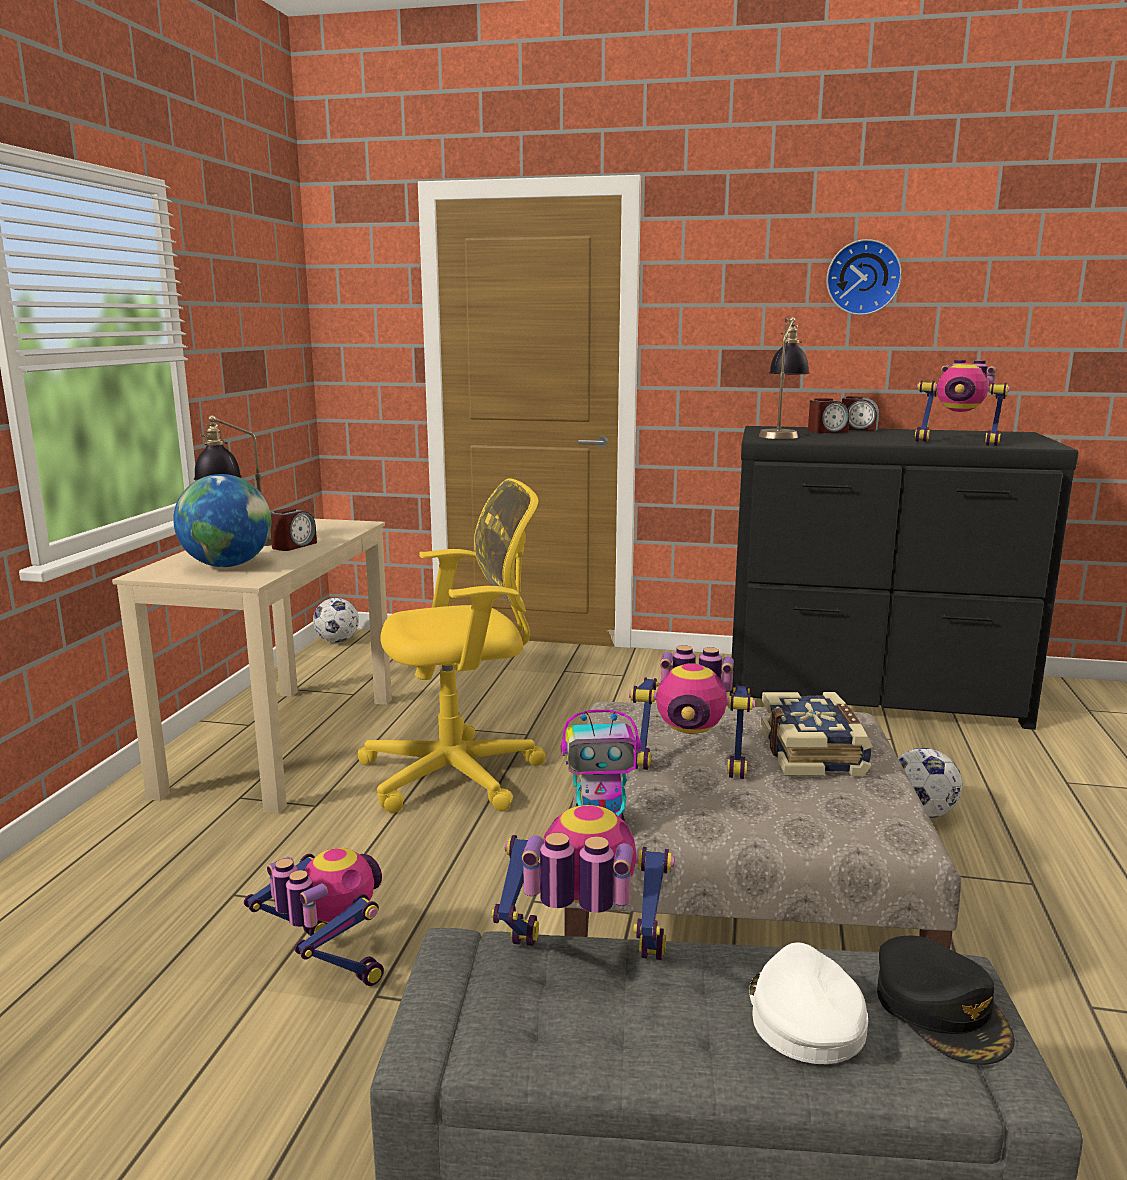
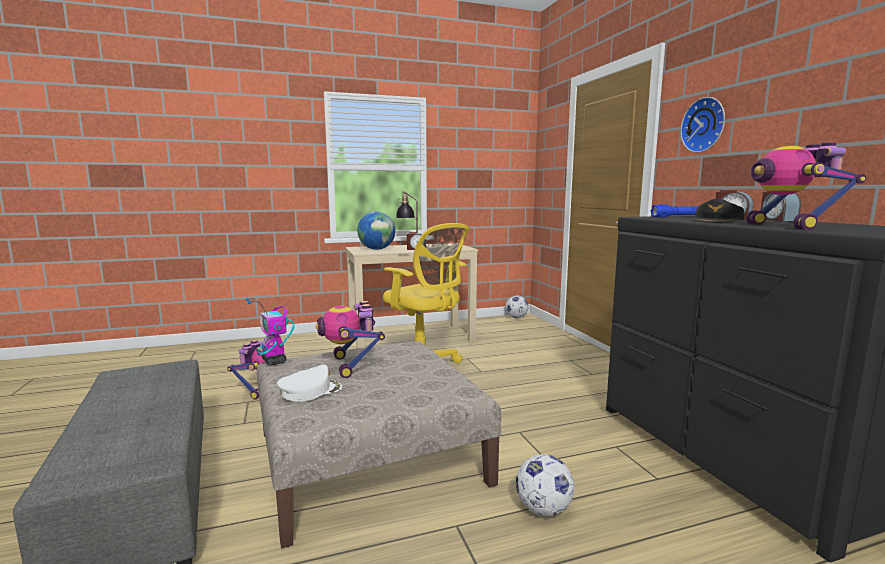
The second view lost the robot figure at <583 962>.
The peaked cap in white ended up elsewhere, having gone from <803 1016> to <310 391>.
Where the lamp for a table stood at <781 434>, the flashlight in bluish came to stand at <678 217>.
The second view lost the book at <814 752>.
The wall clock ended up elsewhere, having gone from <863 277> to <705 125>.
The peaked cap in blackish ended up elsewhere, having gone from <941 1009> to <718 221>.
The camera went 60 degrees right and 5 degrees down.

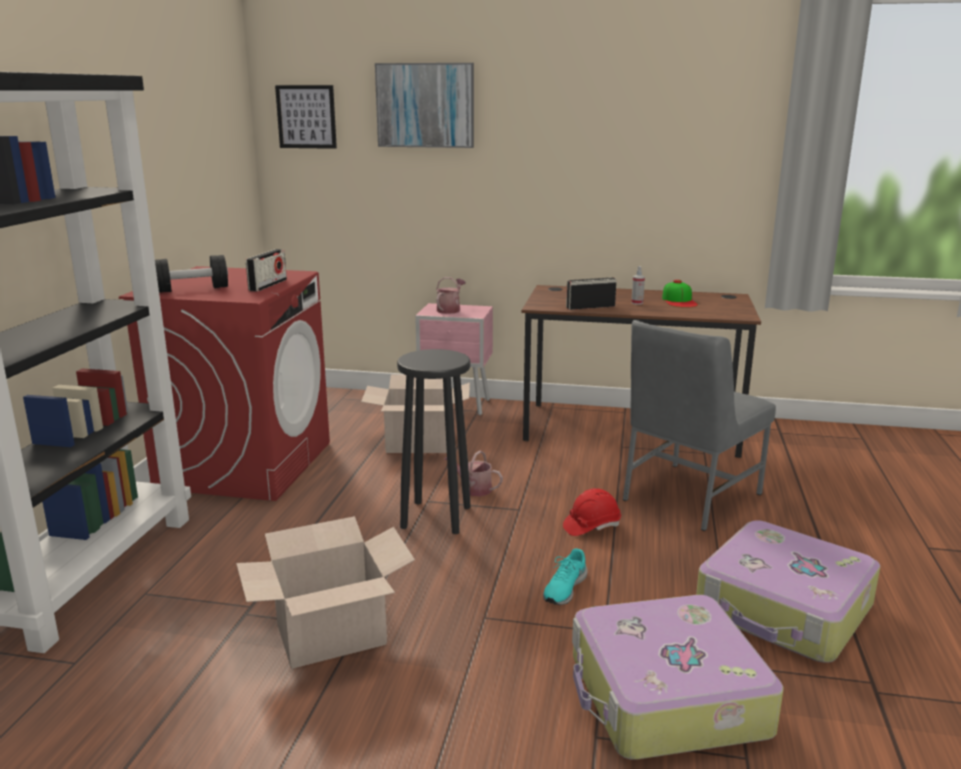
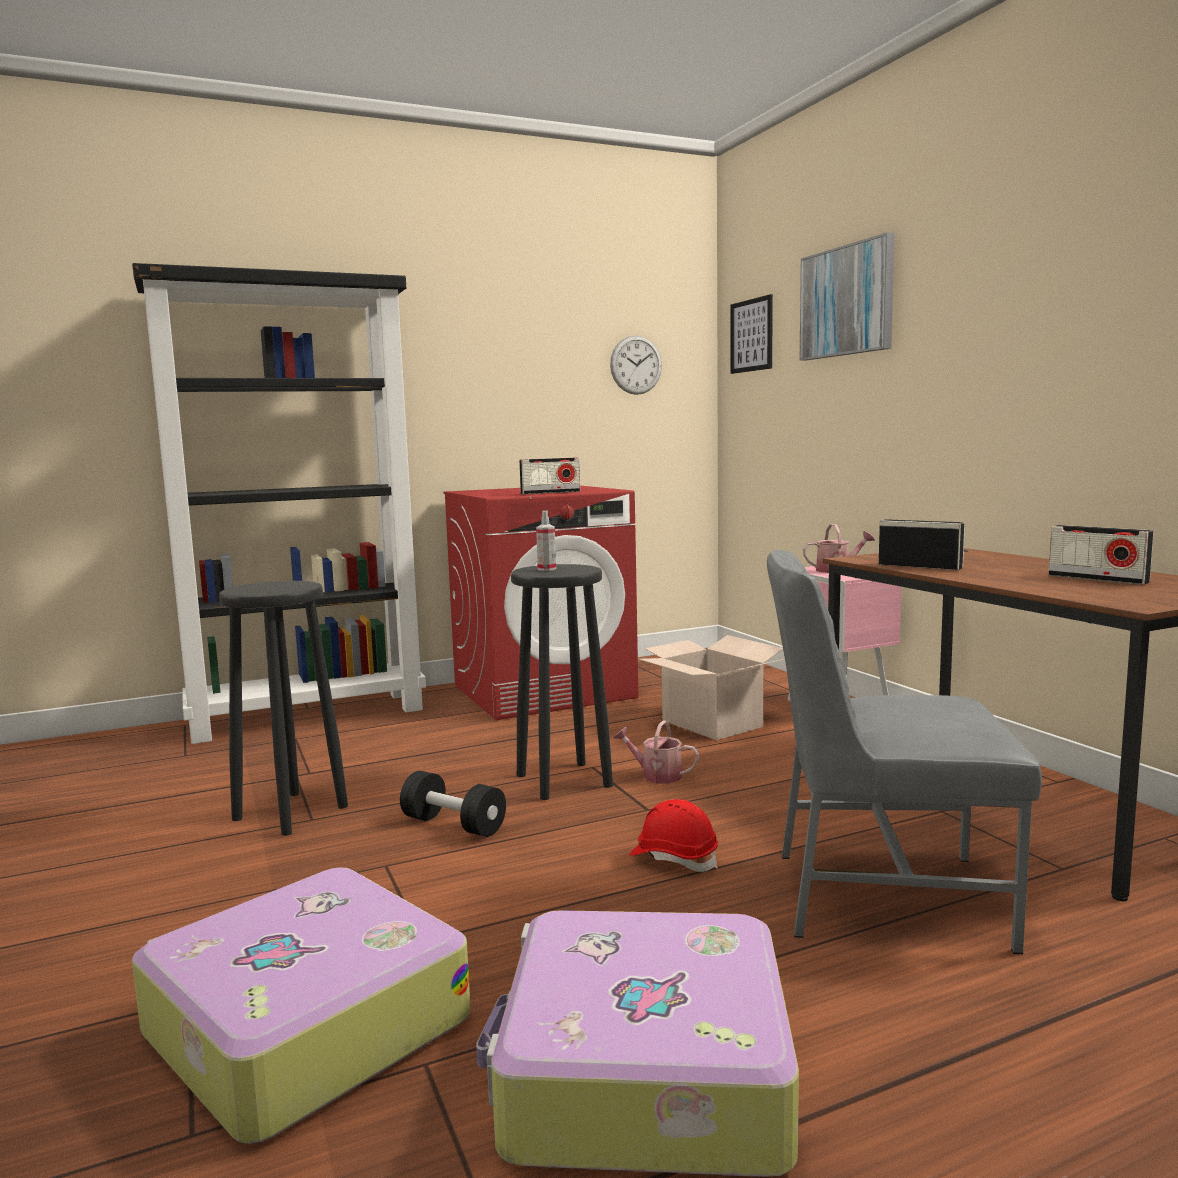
The dumbbell in blackish ended up elsewhere, having gone from <192 289> to <453 825>.
Where the cardboard box stood at <331 634>, the stool seat in blackish came to stand at <291 813>.
The watering pot at <473 488> ended up facing another way, 60 degrees counterclockwise from before.
The second view lost the low shoe in blue-green at <564 588>.
The sprayer ended up elsewhere, having gone from <637 303> to <547 569>.
Where the peaked cap stood at <679 301>, the radio came to stand at <1097 579>.
The second view gained the wall clock at <636 365>.
The camera went 55 degrees right and 10 degrees down.

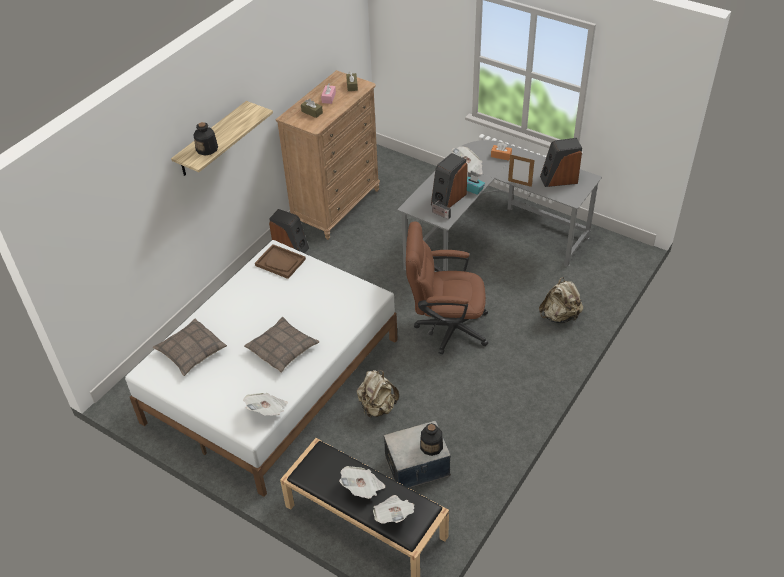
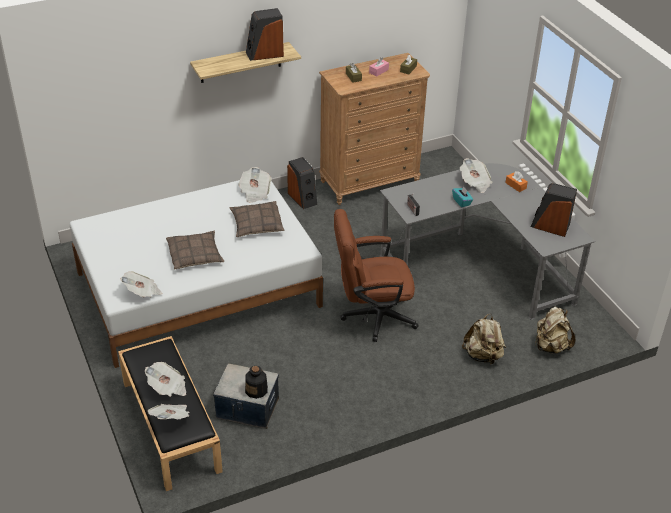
The throw pillow ended up elsewhere, having gone from <191 351> to <256 224>.
The second view lost the drink bottle at <207 149>.
Where the serving tray in brownish stood at <280 262>, the daily paper came to stand at <255 193>.
The rucksack in beige-coloured ended up elsewhere, having gone from <377 407> to <551 346>.
The desk chair in brownish at <445 327> ended up facing another way, 45 degrees counterclockwise from before.
The audio speaker ended up elsewhere, having gone from <448 198> to <264 54>.
The second view lost the standing frame at <519 183>.
The camera went 30 degrees right and 5 degrees down.

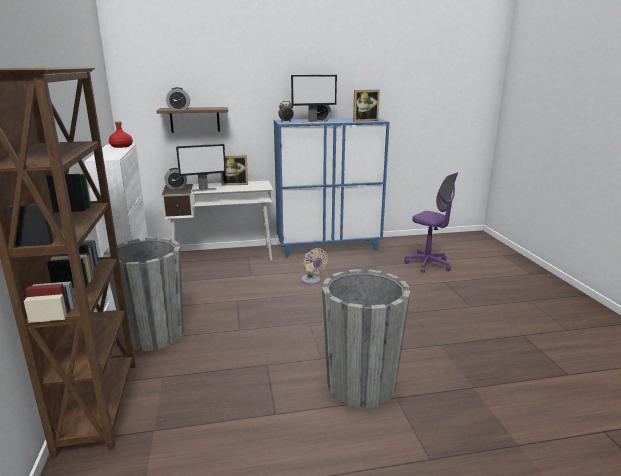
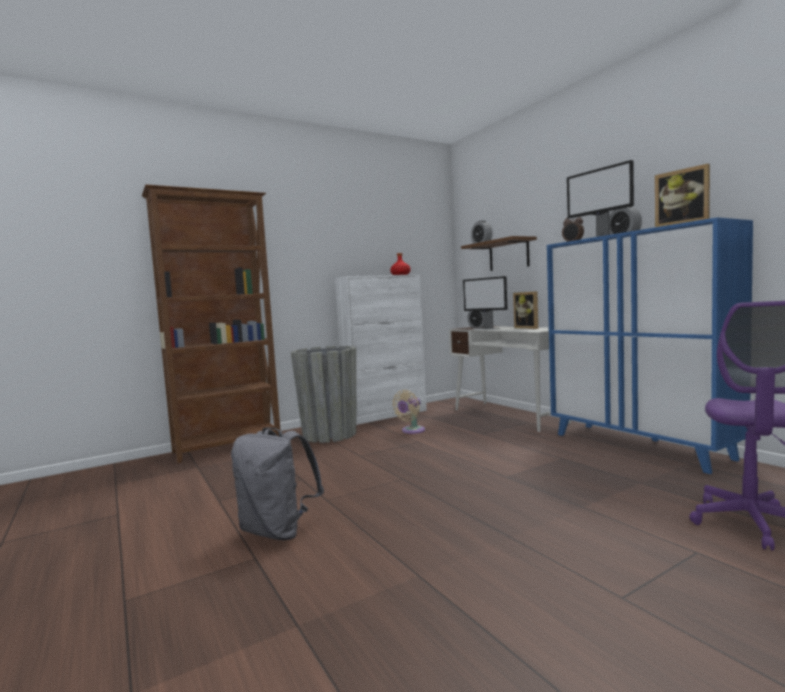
The electric fan in beige-coloured ended up elsewhere, having gone from <312 281> to <411 431>.
Where the flower pot in grey stood at <361 385>, the rucksack in grey came to stand at <278 531>.
The camera went 70 degrees right and 15 degrees down.

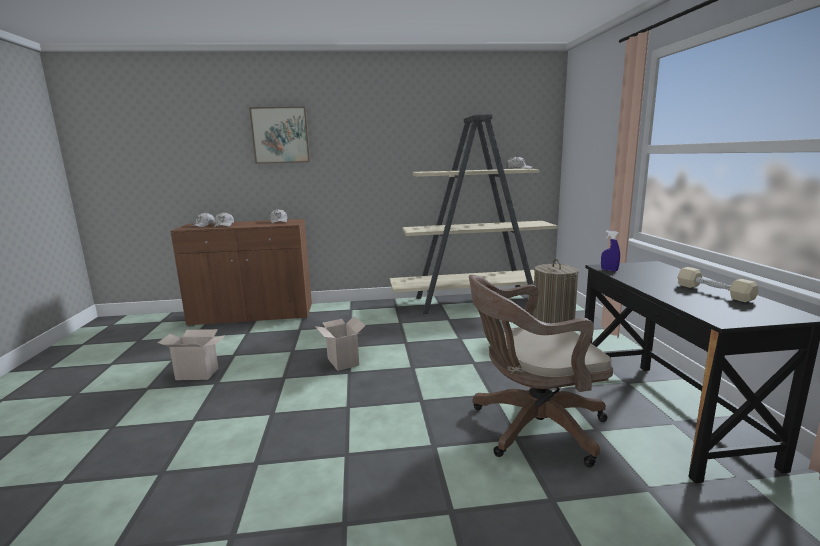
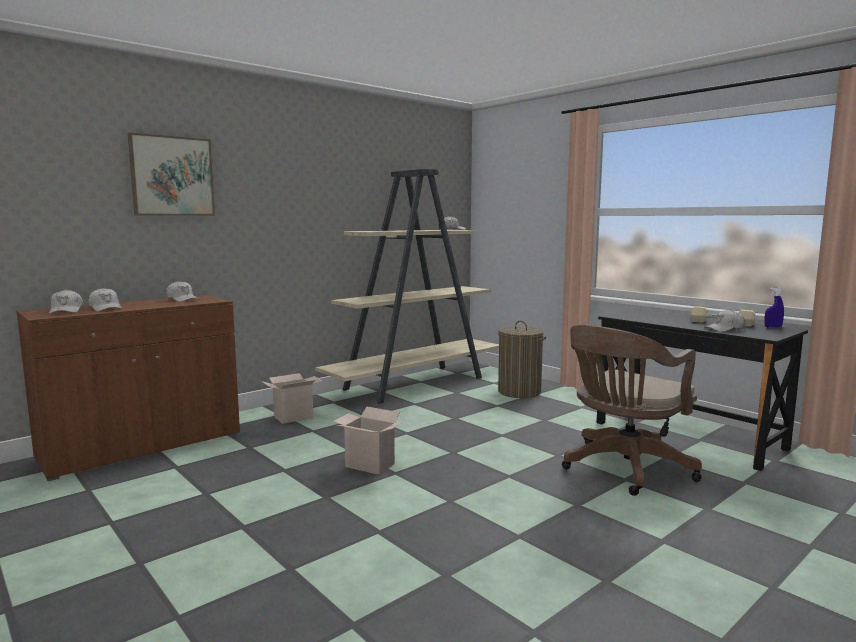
The cardboard box ended up elsewhere, having gone from <199 373> to <294 417>.
The sprayer in bluish ended up elsewhere, having gone from <609 270> to <773 327>.
The second view gained the peaked cap in white at <725 329>.
The camera went 35 degrees left and 5 degrees down.

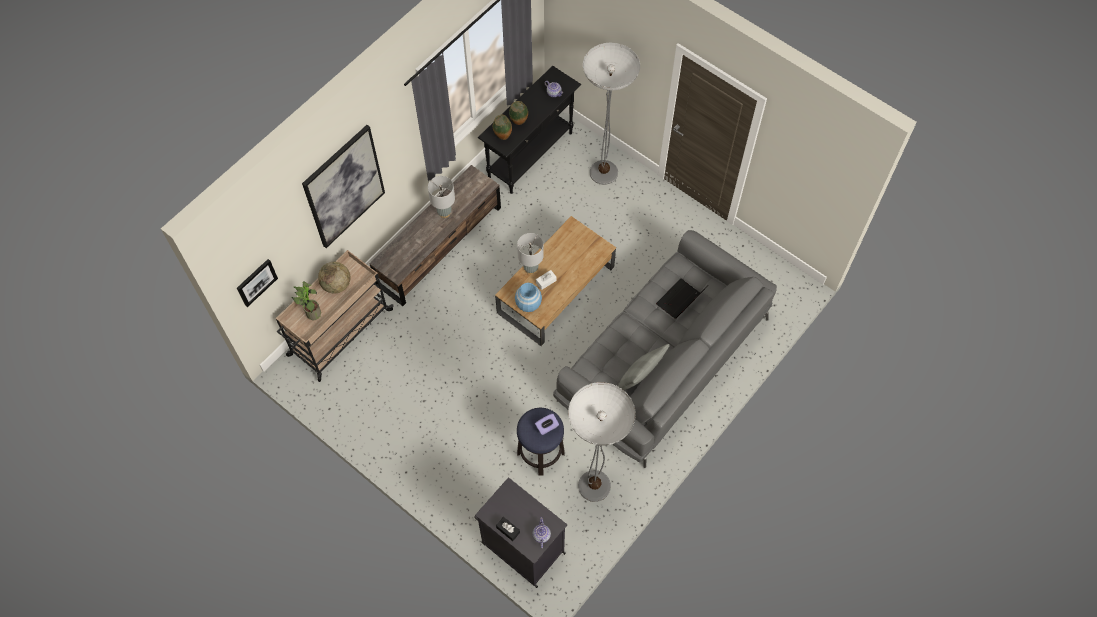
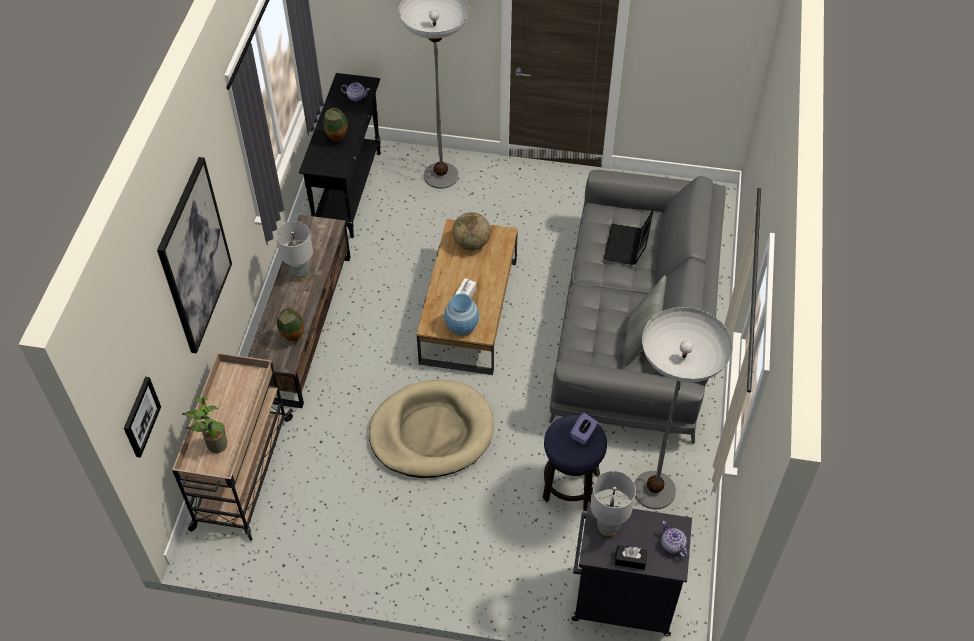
The world globe ended up elsewhere, having gone from <337 285> to <471 243>.
The decorative vase ended up elsewhere, having gone from <502 138> to <293 339>.
The lamp for a table in grey ended up elsewhere, having gone from <531 269> to <608 527>.
The second view gained the dog cushion in beige-coloured at <431 432>.
The camera went 30 degrees left and 10 degrees down.

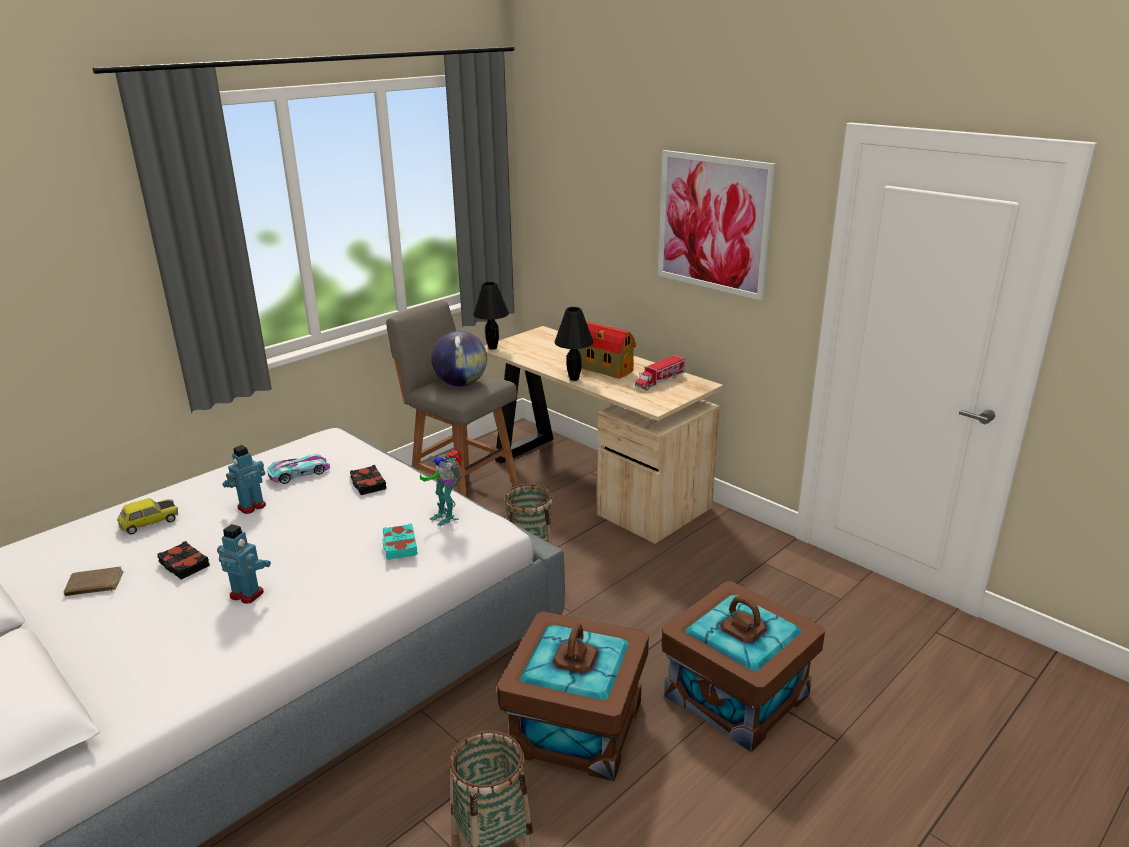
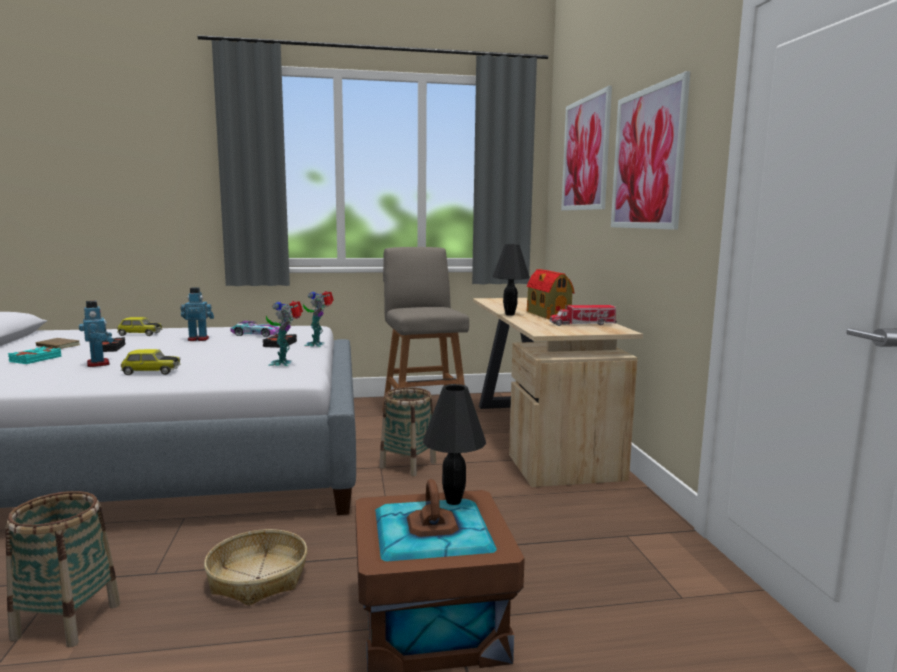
The book in blue-green ended up elsewhere, having gone from <399 546> to <35 359>.
The second view lost the world globe at <461 384>.
The lamp for a table in blackish ended up elsewhere, having gone from <492 348> to <453 501>.
Where the storage box in brownish stood at <577 727>, the basket came to stand at <258 578>.
The second view gained the model car at <151 372>.
The second view gained the robot figure at <317 344>.
The second view gained the wall picture at <585 154>.
The camera went 35 degrees right and 15 degrees down.

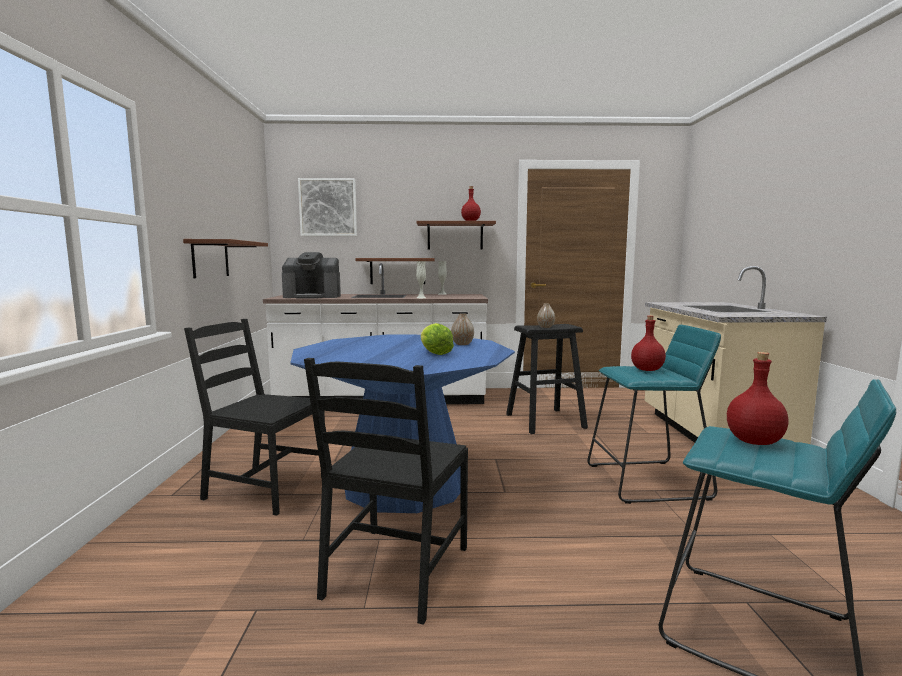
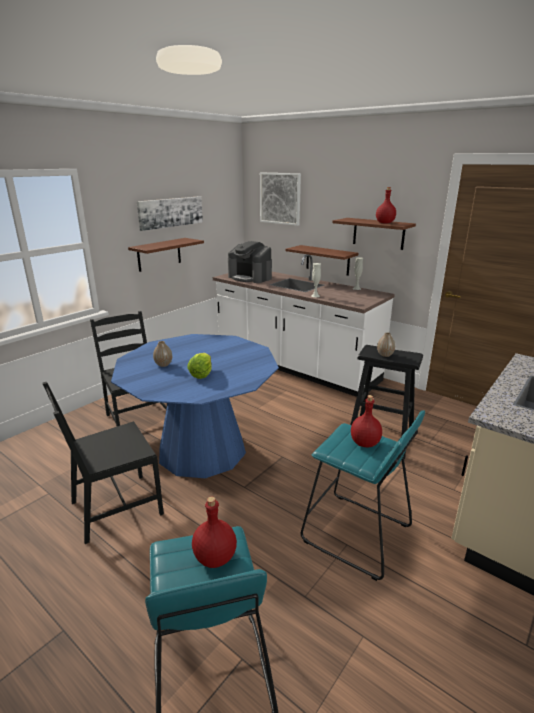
The decorative vase ended up elsewhere, having gone from <462 344> to <163 364>.
The second view gained the wall picture at <170 212>.
The camera went 40 degrees right and 15 degrees up.

